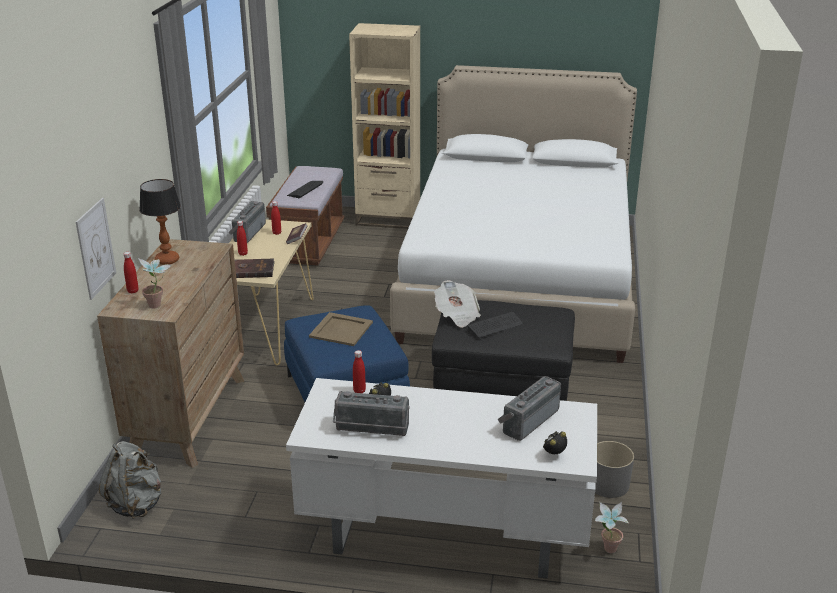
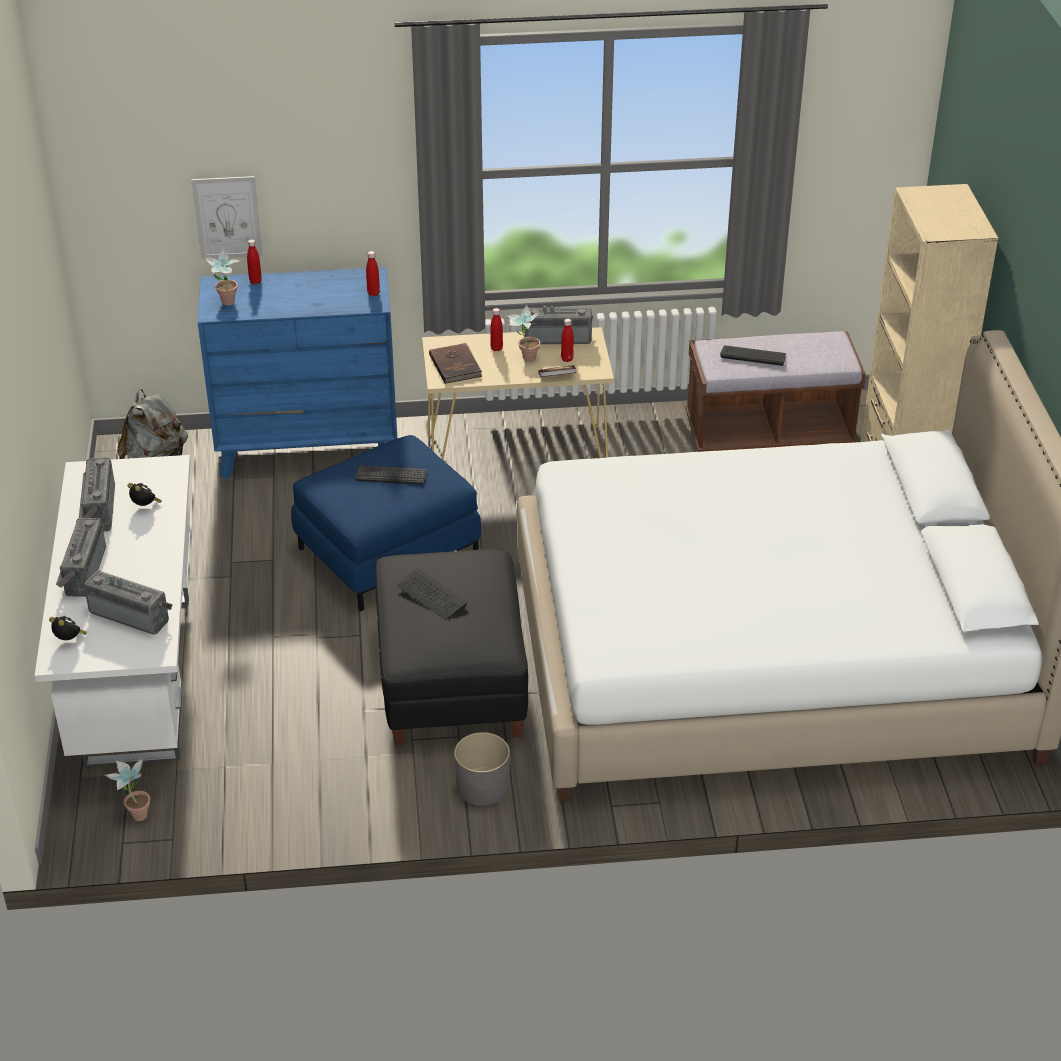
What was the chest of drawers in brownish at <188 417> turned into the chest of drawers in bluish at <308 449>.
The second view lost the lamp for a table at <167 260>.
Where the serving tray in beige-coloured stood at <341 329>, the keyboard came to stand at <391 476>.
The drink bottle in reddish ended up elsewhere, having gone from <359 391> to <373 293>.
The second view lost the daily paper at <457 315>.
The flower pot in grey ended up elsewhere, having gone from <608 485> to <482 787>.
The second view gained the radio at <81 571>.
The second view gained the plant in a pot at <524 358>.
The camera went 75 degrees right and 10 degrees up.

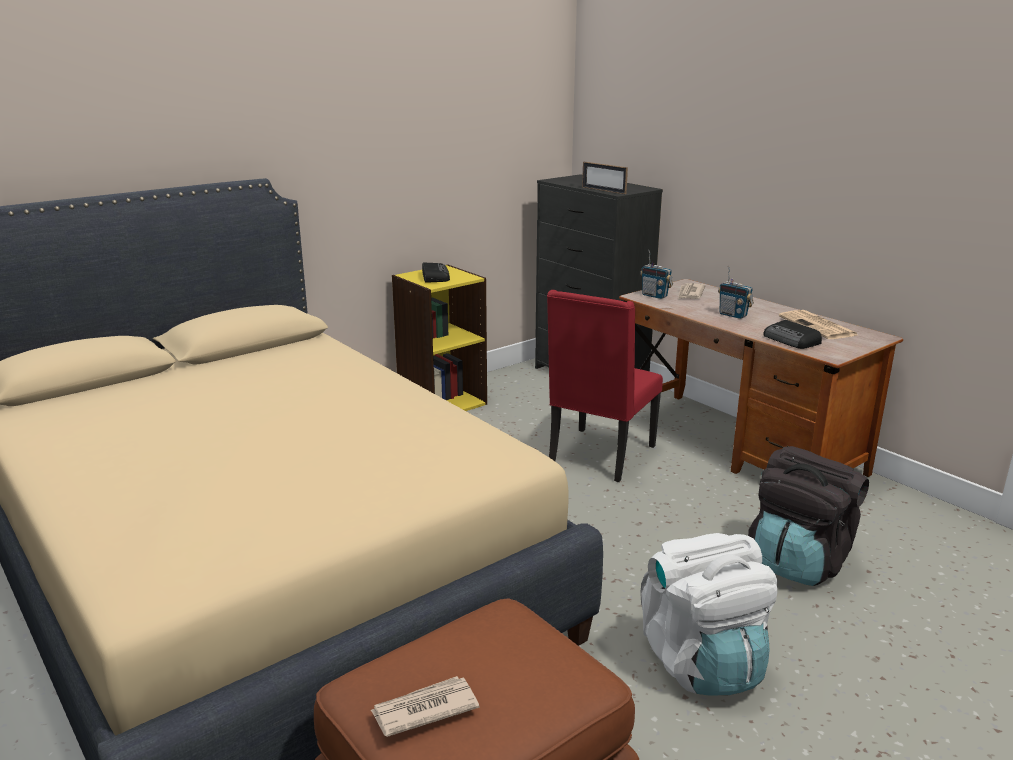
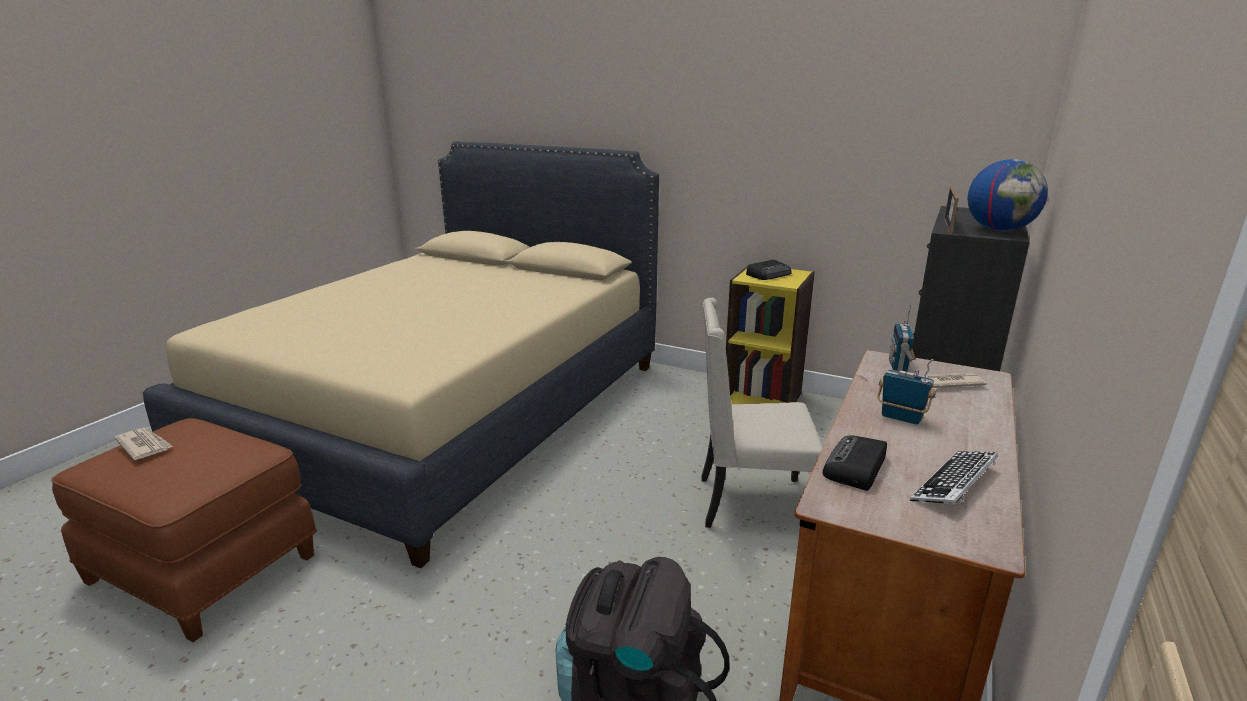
What was the chair in reddish at <600 456> turned into the chair in beige-coloured at <750 504>.
The second view lost the rucksack in white at <702 661>.
The radio at <733 315> ended up facing another way, 105 degrees clockwise from before.
Where the daily paper stood at <818 326>, the keyboard came to stand at <954 484>.
The second view gained the world globe at <999 230>.
The camera went 65 degrees right and 0 degrees up.

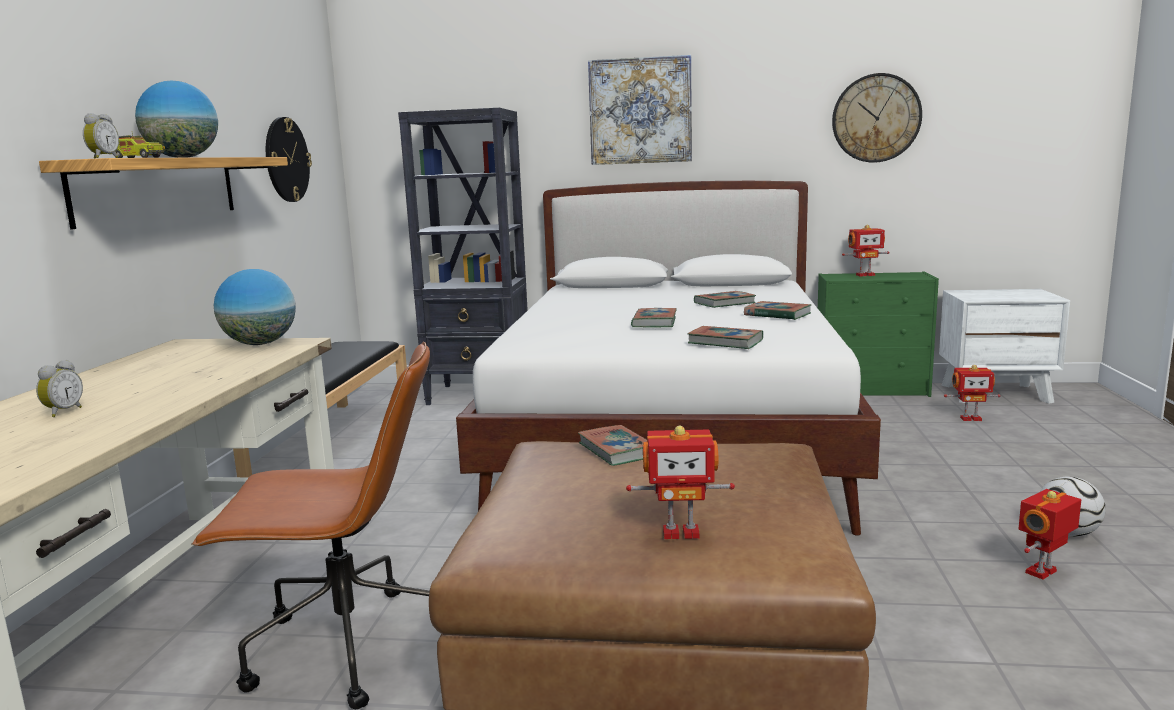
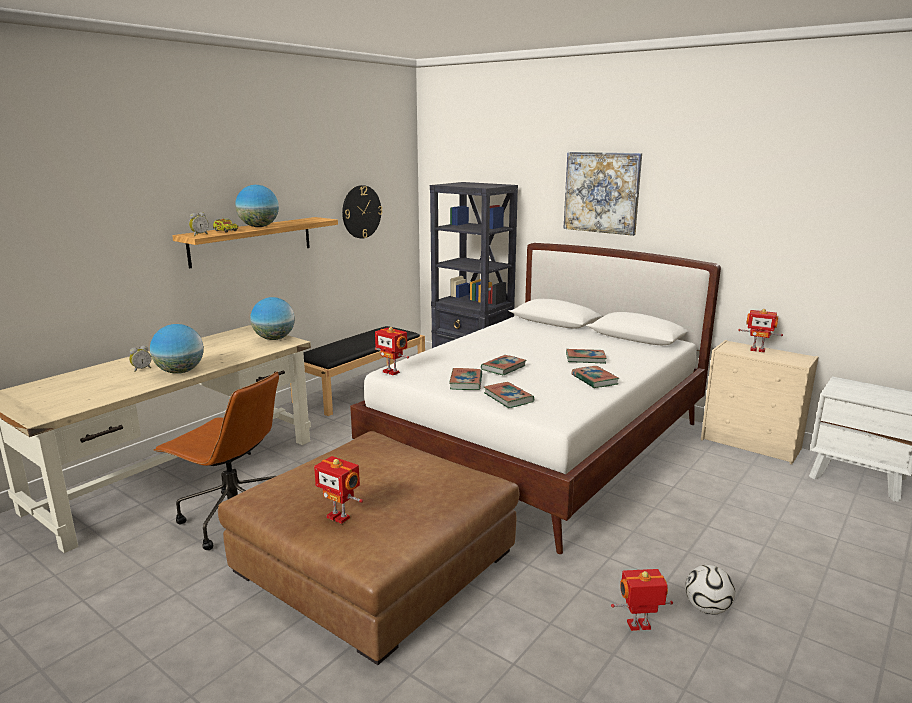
The book ended up elsewhere, having gone from <617 450> to <466 382>.
What was the chest of drawers in green-coloured at <872 390> turned into the chest of drawers in beige-coloured at <751 444>.
The second view lost the wall clock at <876 118>.
The robot figure ended up elsewhere, having gone from <970 418> to <392 372>.
The second view gained the world globe at <180 372>.
The camera went 30 degrees right and 5 degrees up.

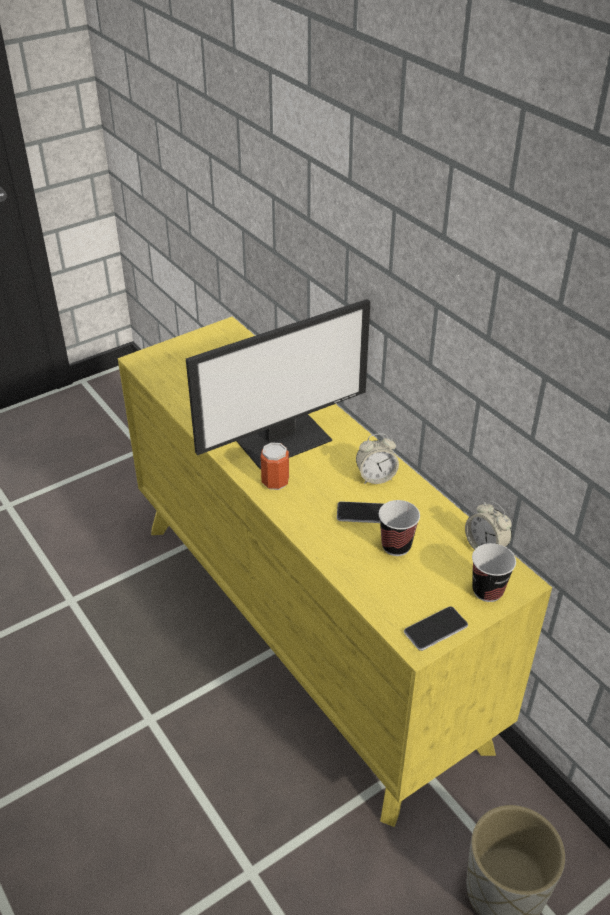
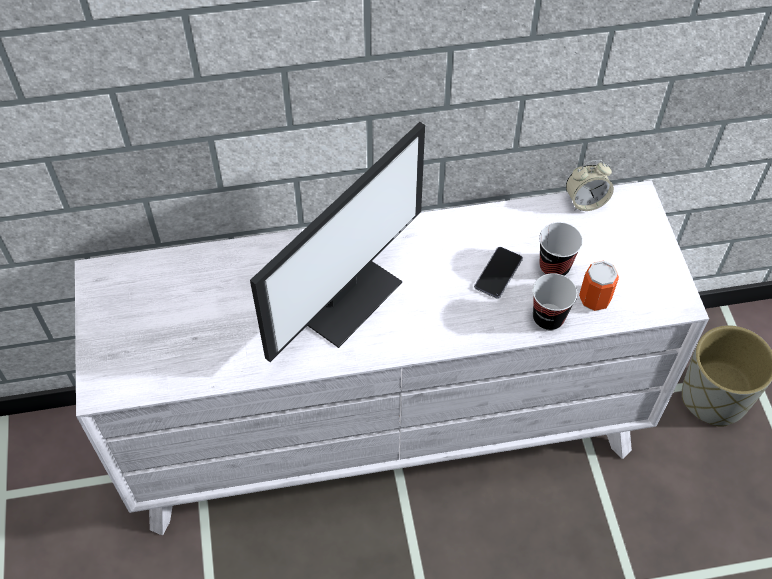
What was the chest of drawers in yellowish at <306 629> turned into the chest of drawers in white at <386 429>.
The computer screen at <284 439> ended up facing another way, 45 degrees clockwise from before.
The sealed can ended up elsewhere, having gone from <275 481> to <594 299>.
The second view lost the table clock at <376 477>.
The second view lost the telephone at <435 629>.
The drinking cup ended up elsewhere, having gone from <487 591> to <548 318>.
The camera went 65 degrees left and 15 degrees up.

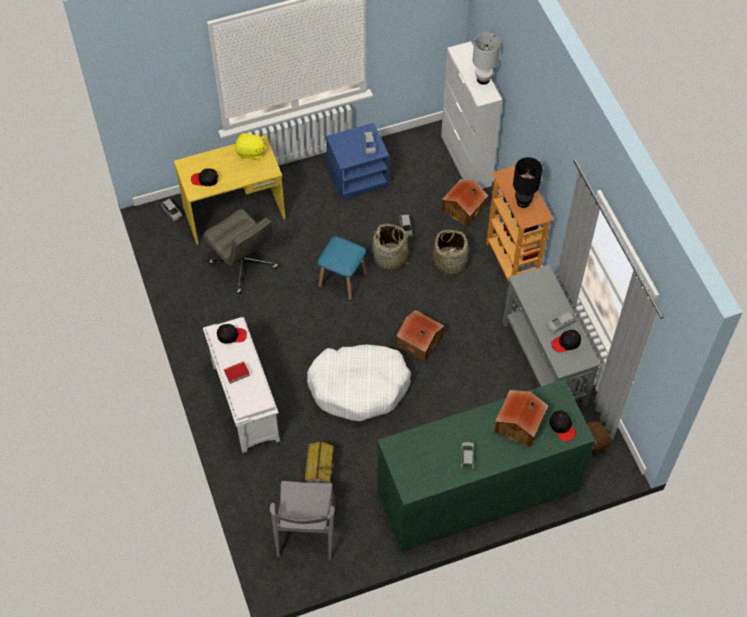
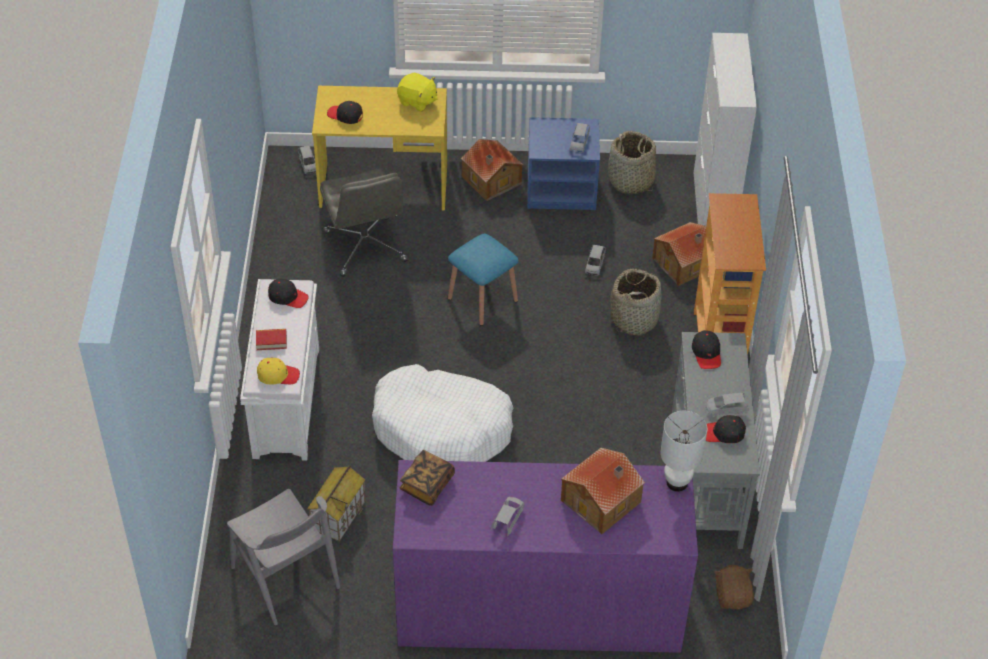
The chair in grey at <306 531> ended up facing another way, 60 degrees counterclockwise from before.
The basket ended up elsewhere, having gone from <390 258> to <631 181>.
What was the chest of drawers in green-coloured at <477 490> turned into the chest of drawers in purplish at <539 605>.
The model house ended up elsewhere, having gone from <420 342> to <491 181>.
The lamp for a table in white ended up elsewhere, having gone from <483 79> to <676 483>.
The second view lost the lamp for a table in blackish at <523 202>.
The peaked cap in blackish ended up elsewhere, having gone from <562 427> to <706 353>.
The second view gained the peaked cap in yellowish at <278 375>.
The second view gained the book at <427 485>.
The camera went 20 degrees right and 10 degrees down.

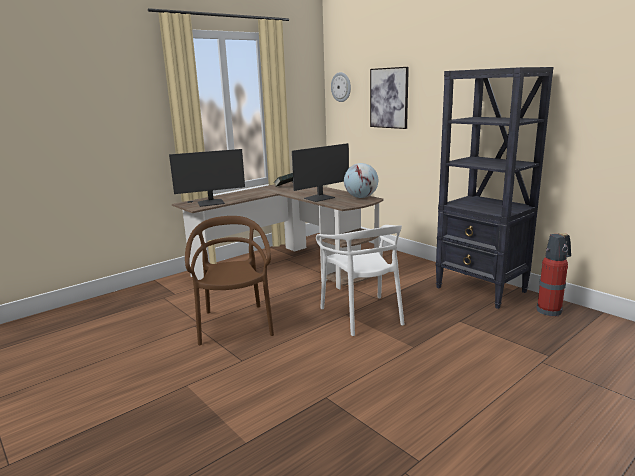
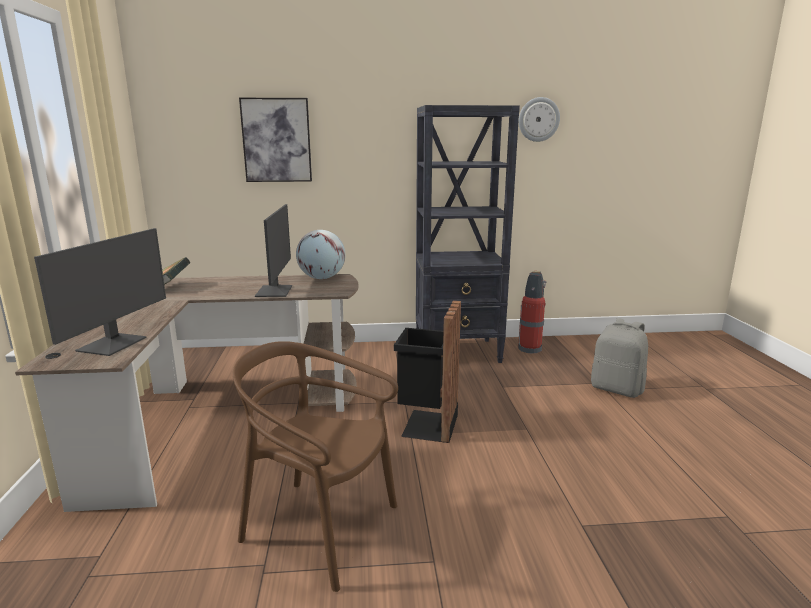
Where the chair in white stood at <363 315>, the waste bin in blackish came to stand at <427 425>.
The wall clock ended up elsewhere, having gone from <341 87> to <538 119>.
The second view gained the rucksack in grey at <617 389>.
The camera went 55 degrees left and 0 degrees up.

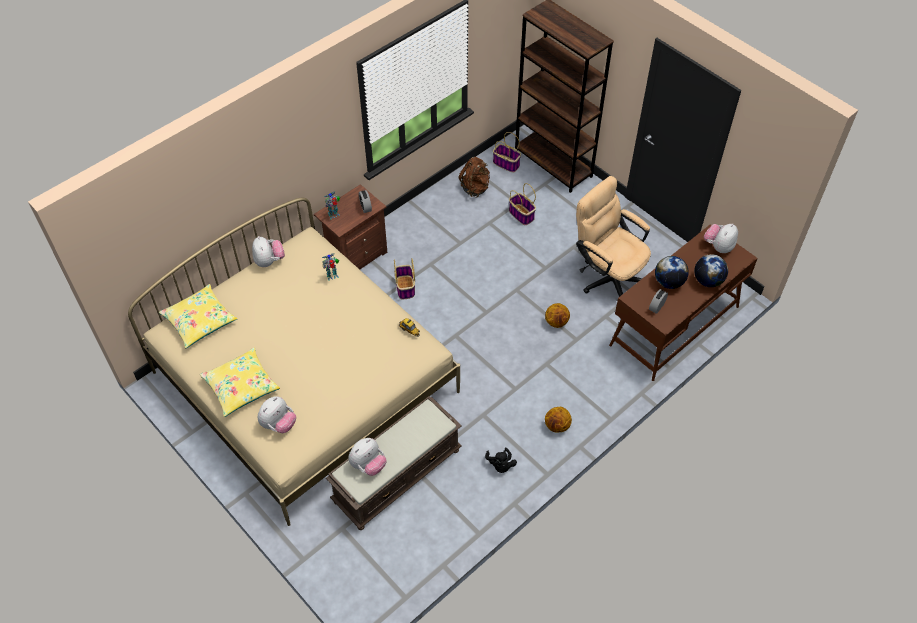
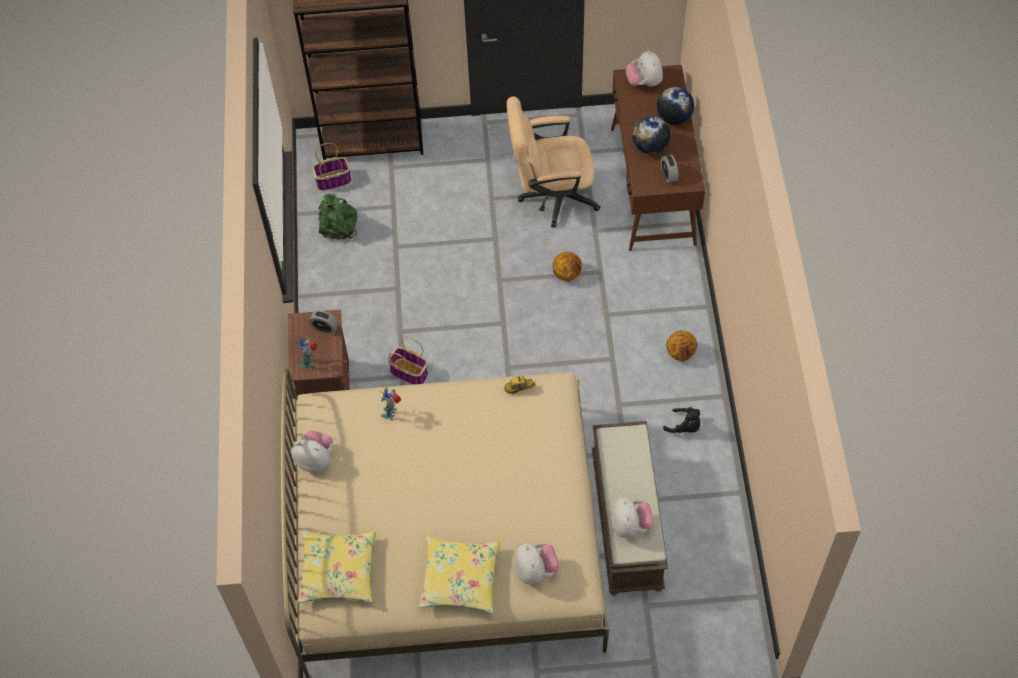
What was the rucksack in brownish at <475 188> turned into the rucksack in green-coloured at <339 228>.
The second view lost the basket at <522 215>.
The camera went 50 degrees left and 5 degrees up.

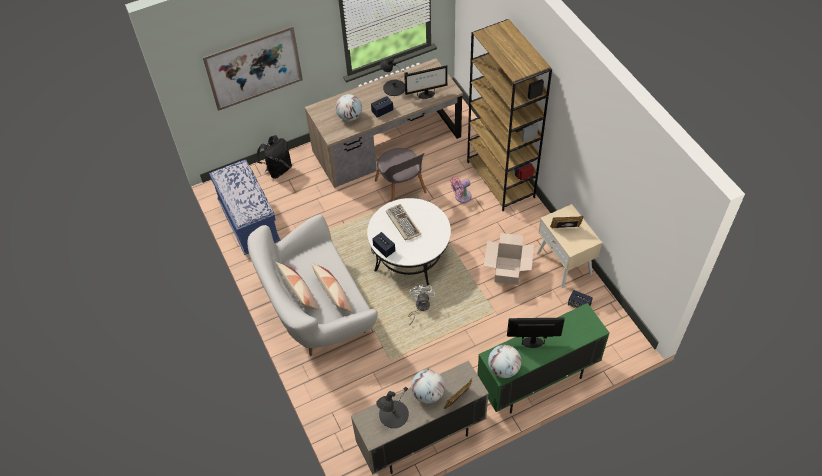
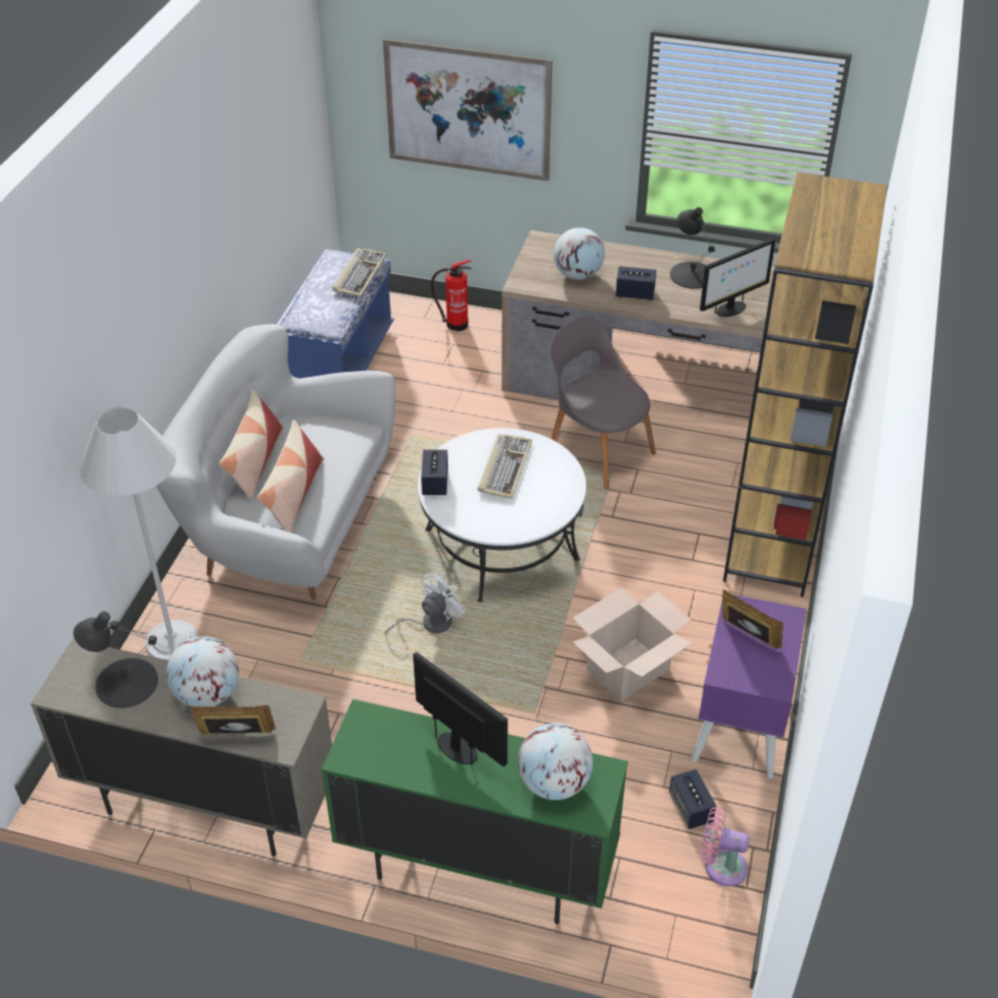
Where the rucksack in blackish stood at <278 169>, the fire extinguisher came to stand at <455 324>.
The chair in grey at <401 188> ended up facing another way, 120 degrees clockwise from before.
The computer screen at <426 95> ended up facing another way, 60 degrees counterclockwise from before.
The electric fan in pink ended up elsewhere, having gone from <461 197> to <721 866>.
The world globe ended up elsewhere, having gone from <503 369> to <554 783>.
What was the night table in beige-coloured at <564 263> turned into the night table in purplish at <740 727>.
The second view gained the standard lamp in white at <172 641>.
The second view gained the keyboard at <359 274>.
The camera went 40 degrees right and 10 degrees down.

